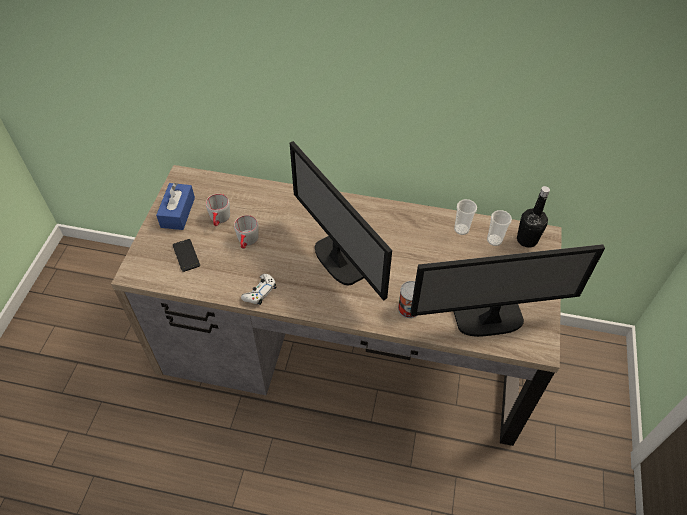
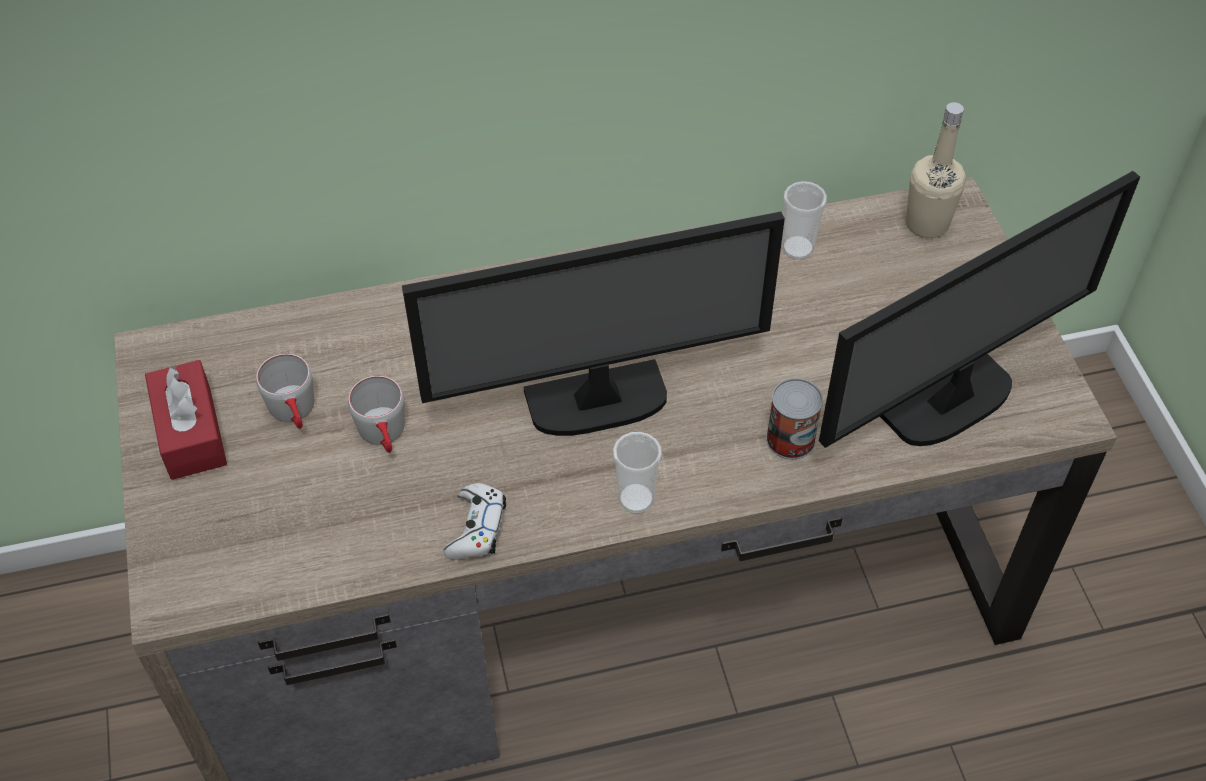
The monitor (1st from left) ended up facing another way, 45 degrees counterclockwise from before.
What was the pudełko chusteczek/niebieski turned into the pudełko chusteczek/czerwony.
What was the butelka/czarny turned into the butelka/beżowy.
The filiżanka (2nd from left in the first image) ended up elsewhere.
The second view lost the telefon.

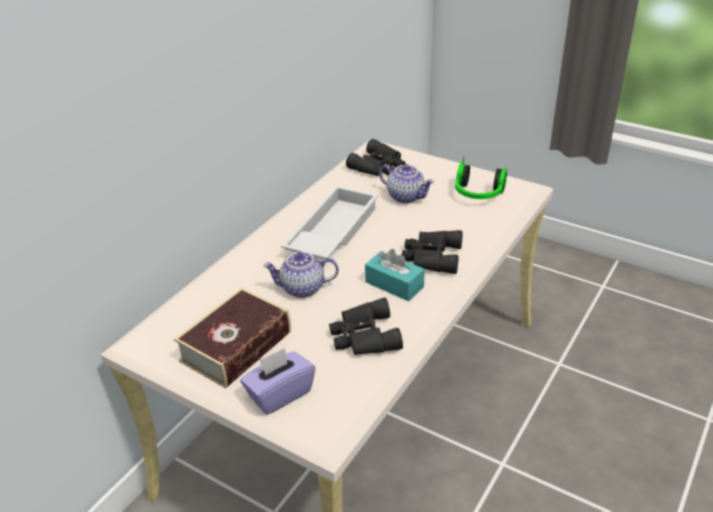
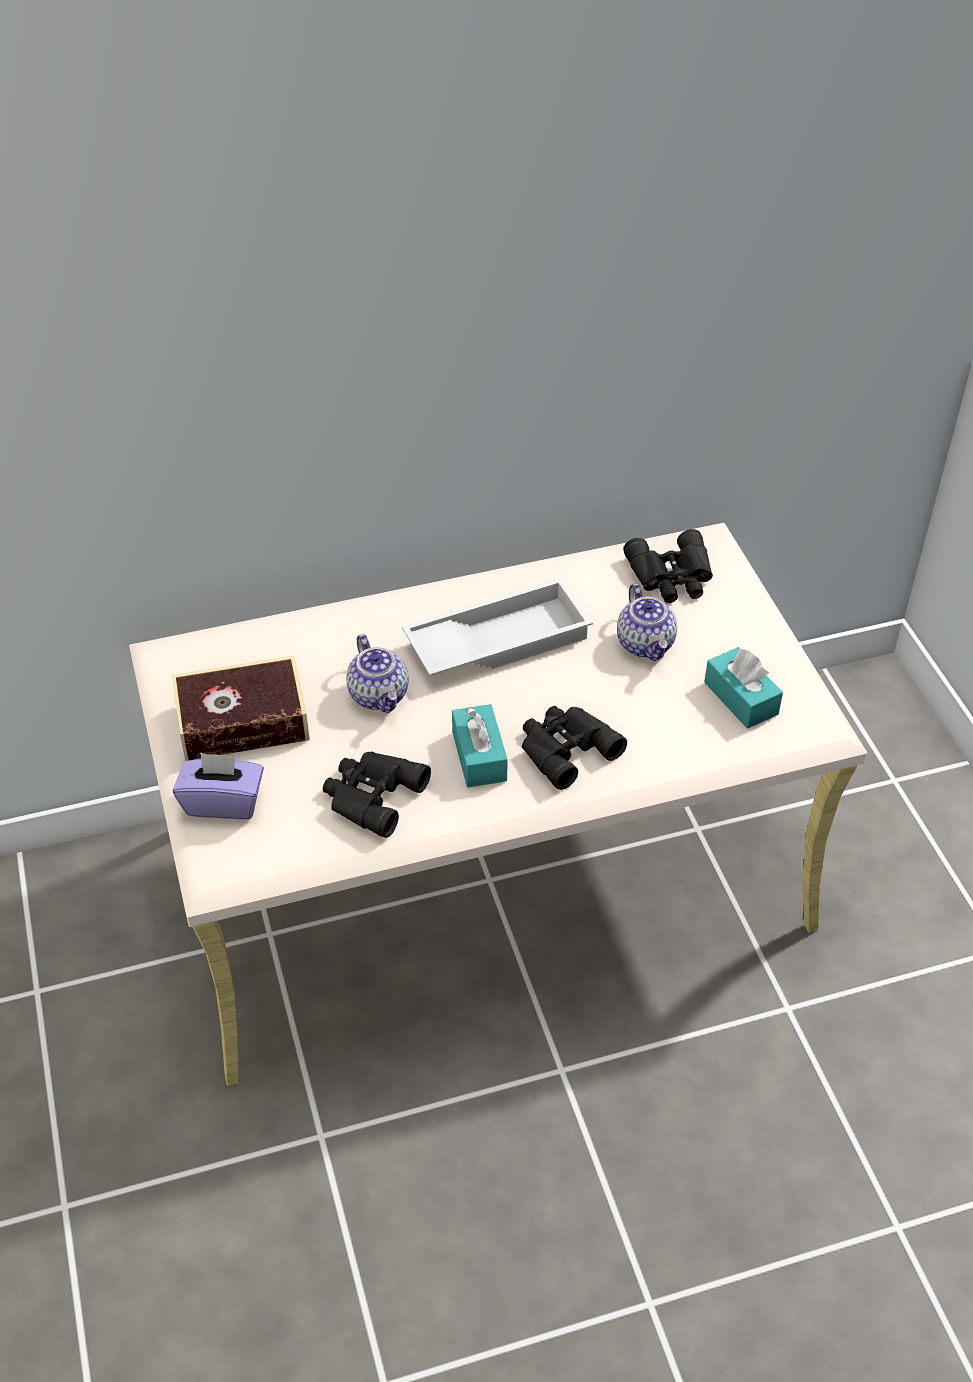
Where the słuchawki stood, the pudełko chusteczek/turkusowy (2nd from left) came to stand.
The imbryk (1st from left) ended up facing another way, 150 degrees counterclockwise from before.

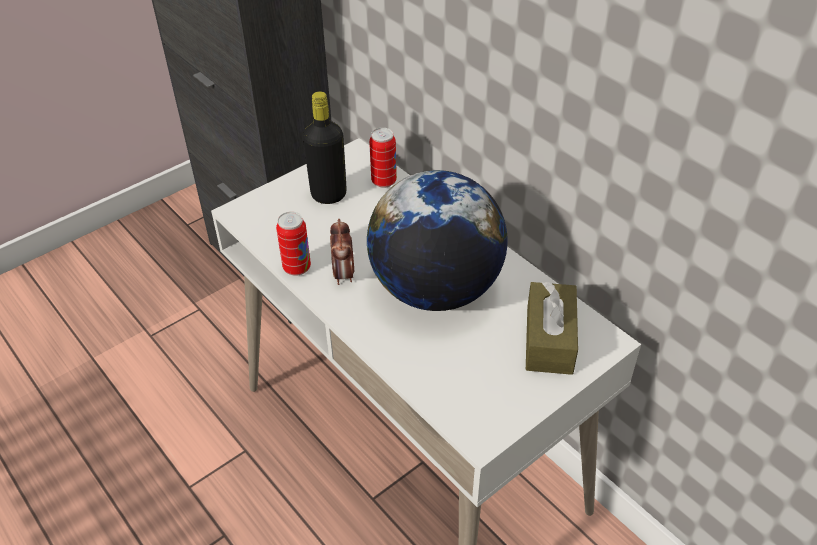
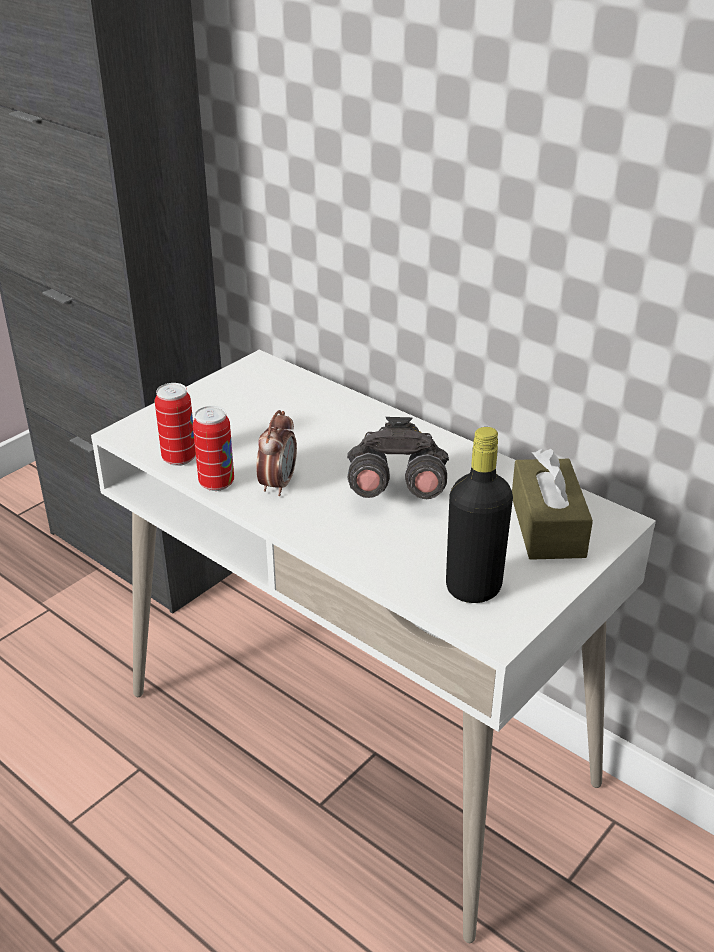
The butelka/czarny ended up elsewhere.
The puszka (2nd from left in the first image) ended up elsewhere.
Where the globus stood, the lornetka/szary came to stand.
The budzik ended up facing another way, 150 degrees counterclockwise from before.

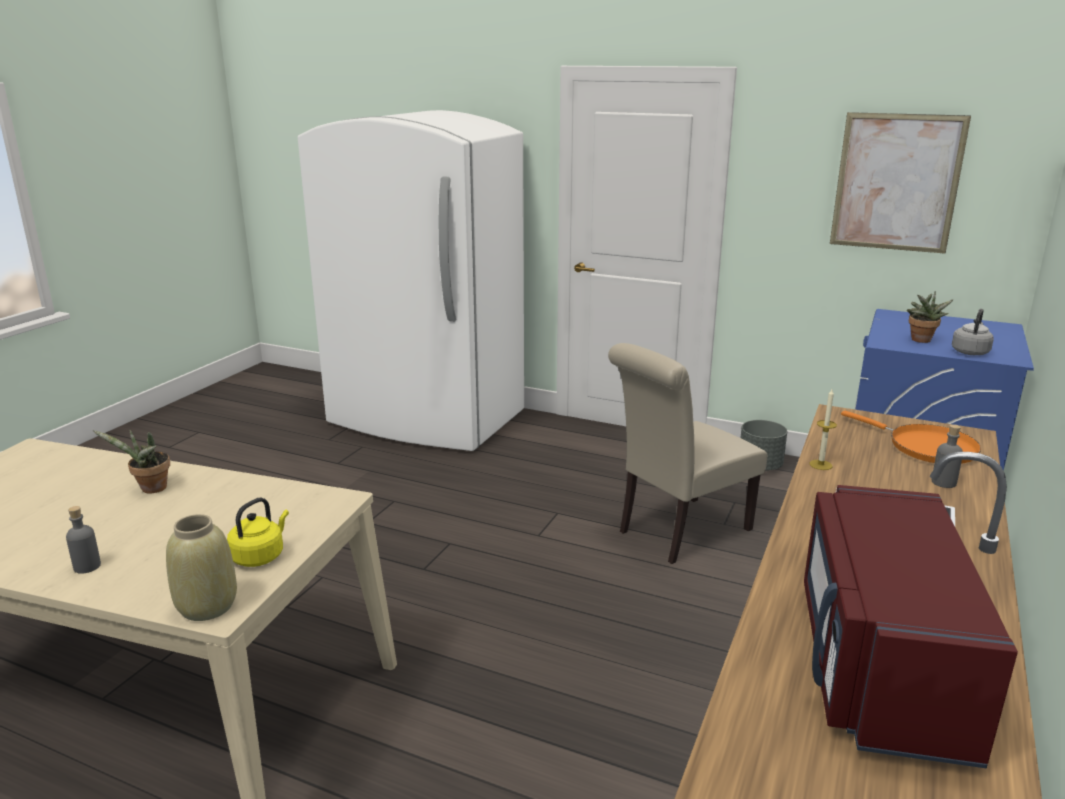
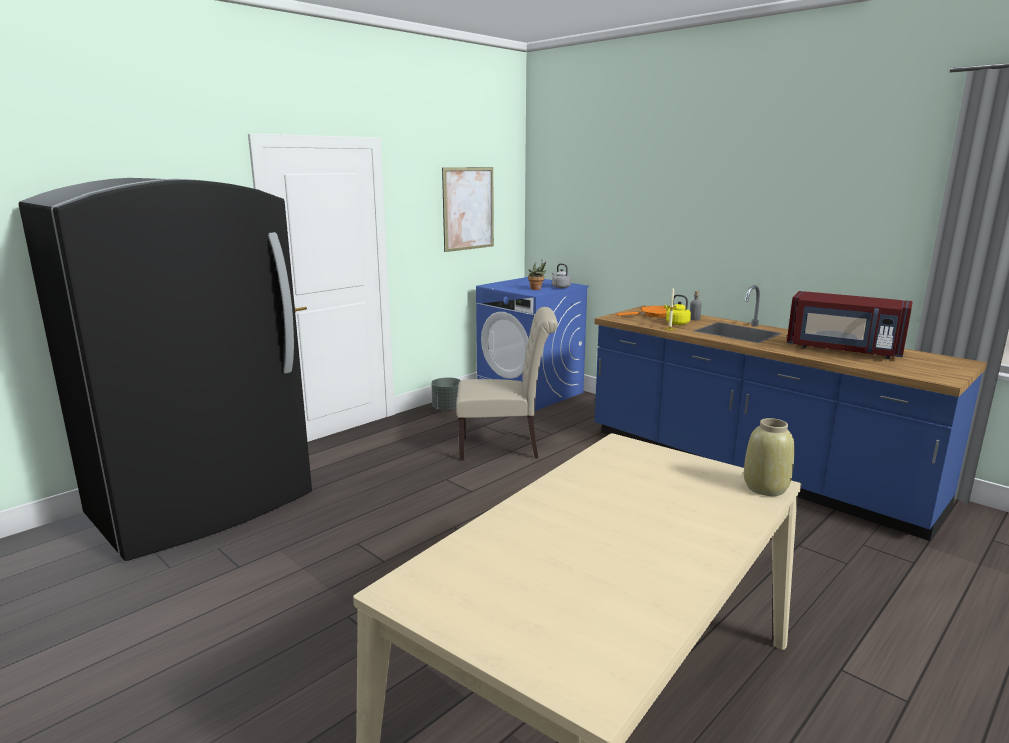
What was the lodówka/biały turned into the lodówka/czarny.
The krzesło/beżowy ended up facing another way, 75 degrees counterclockwise from before.
The second view lost the roślina doniczkowa (1st from left).
The czajnik/żółty ended up elsewhere.
The second view lost the butelka/szary (1st from left).

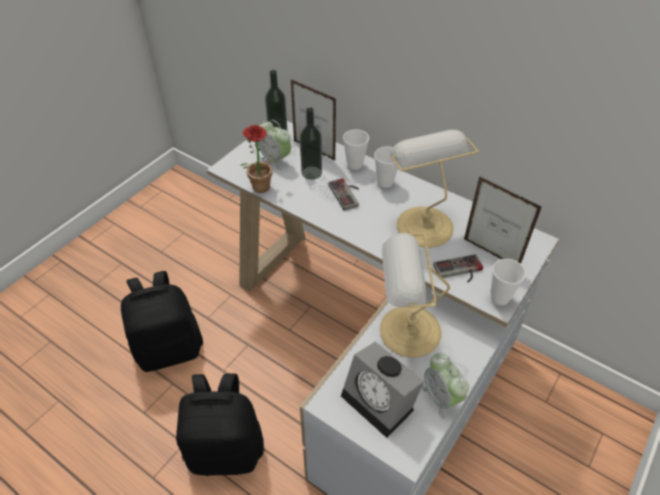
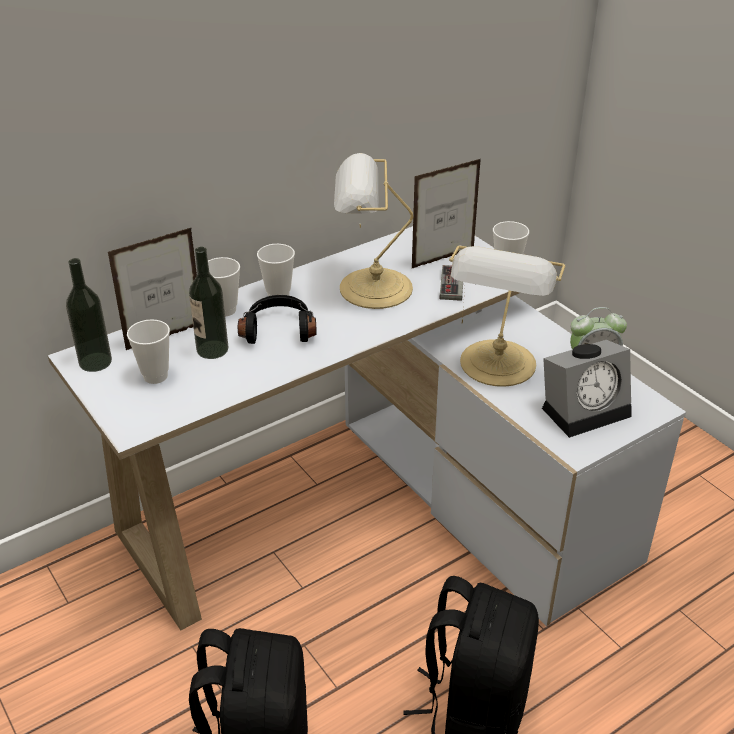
Where the budzik (1st from left) stood, the filiżanka (1st from left) came to stand.
The second view lost the roślina doniczkowa.
Where the pad do gier (1st from left) stood, the słuchawki/czarny came to stand.

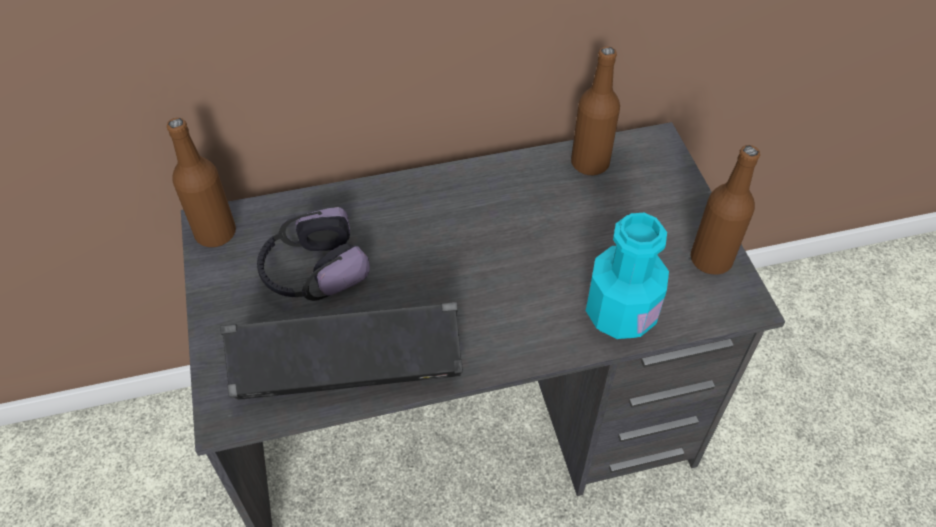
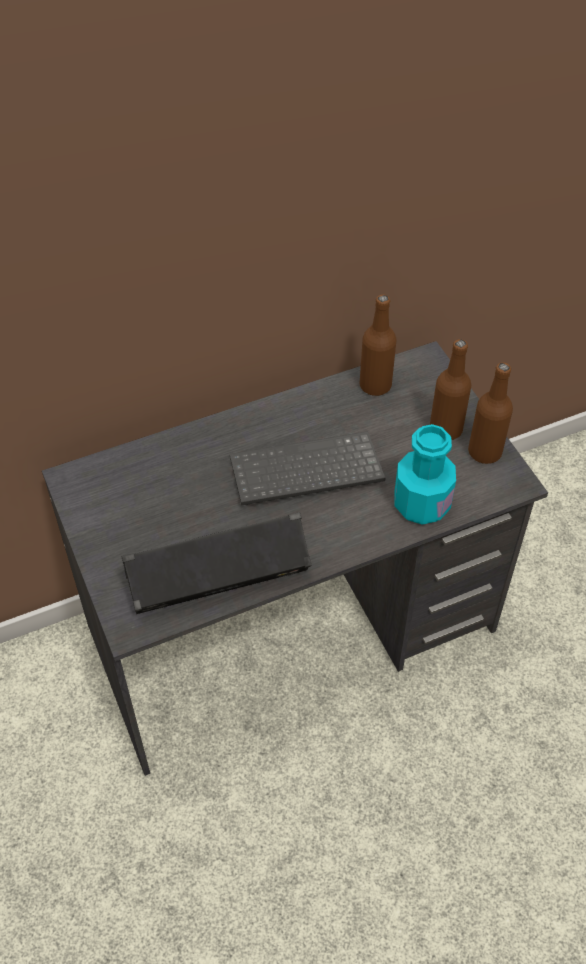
The butelka/brązowy (1st from left in the first image) ended up elsewhere.
The second view lost the słuchawki.
The second view gained the klawiatura.

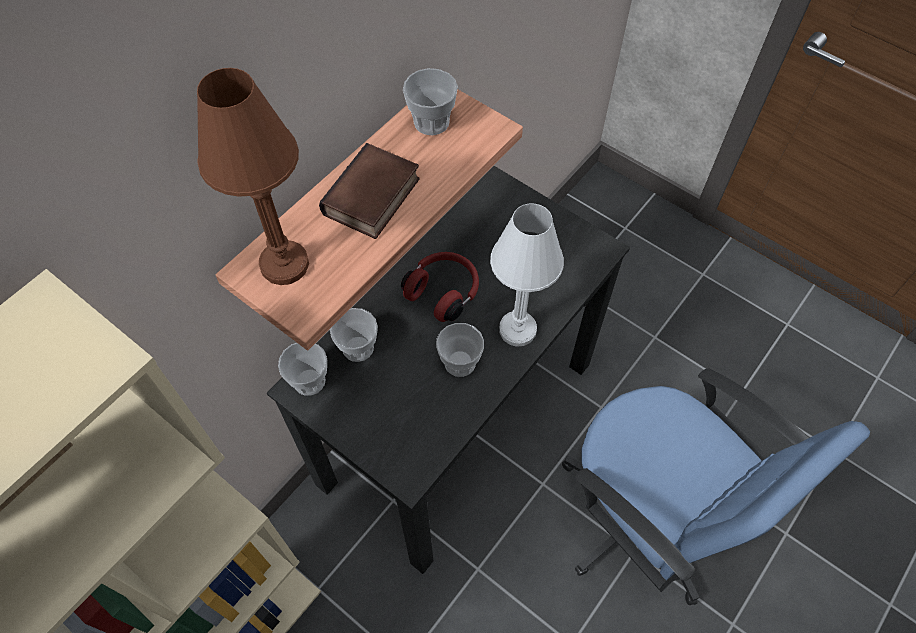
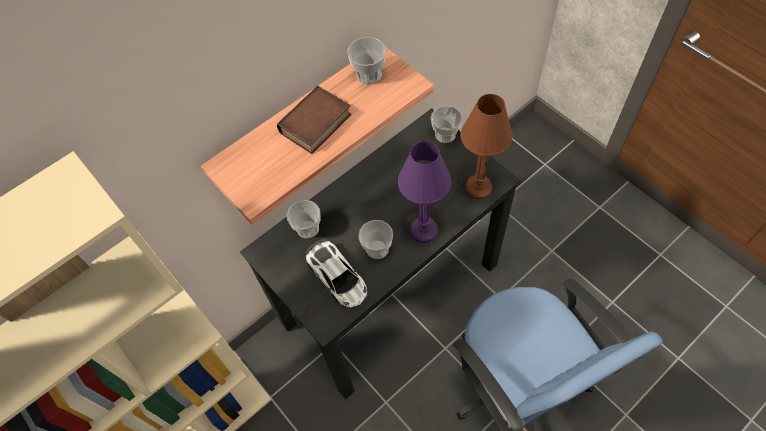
The lampa stołowa/brązowy ended up elsewhere.
What was the lampa stołowa/biały turned into the lampa stołowa/fioletowy.
The second view lost the słuchawki/czerwony.
The filiżanka (1st from left in the first image) ended up elsewhere.
The second view gained the samochodzik.

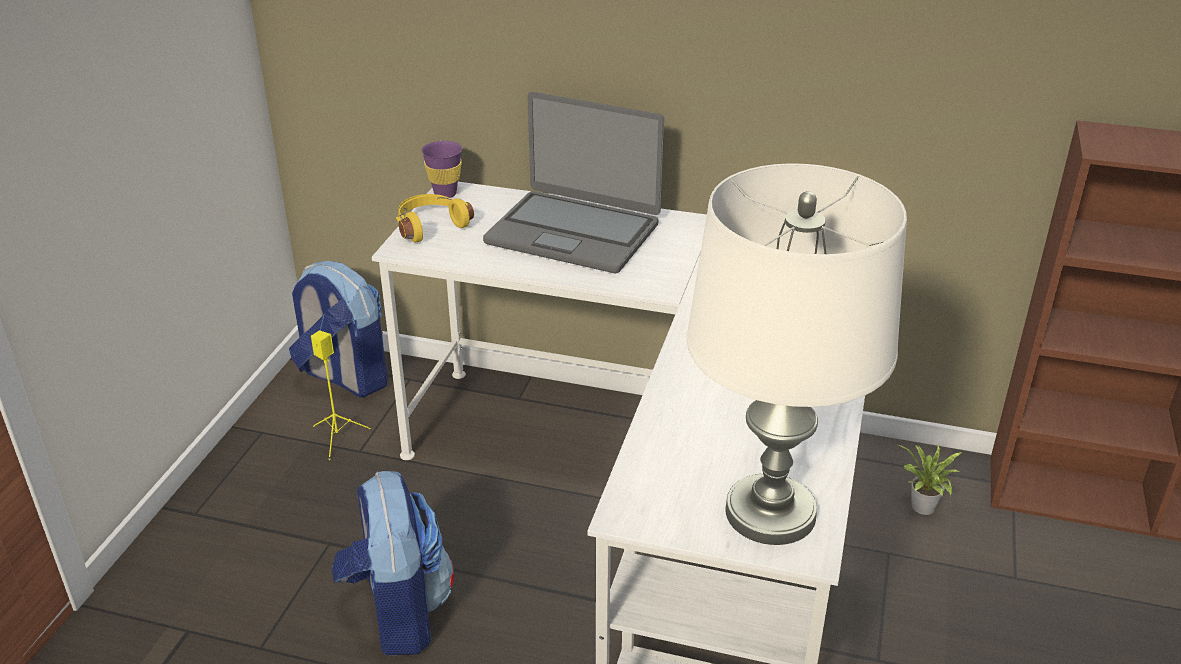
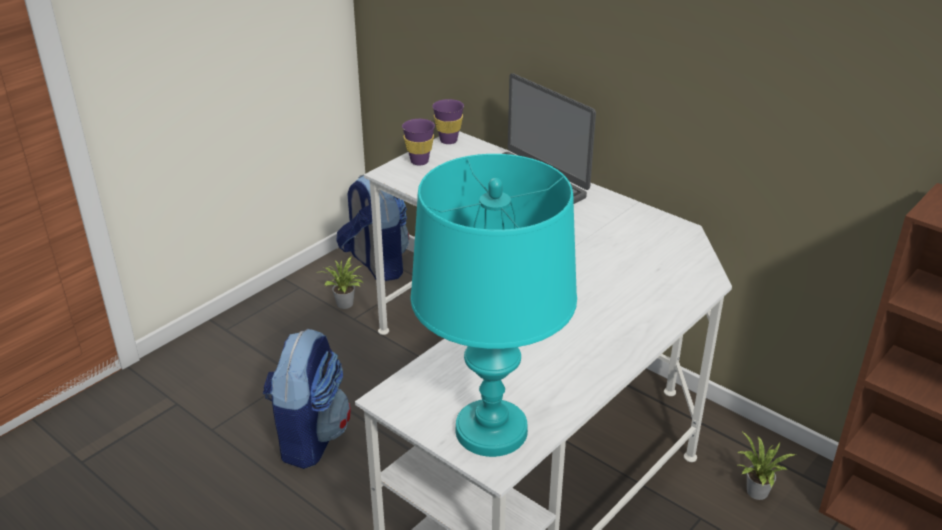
What was the lampa stołowa/biały turned into the lampa stołowa/turkusowy.
Where the słuchawki/żółty stood, the filiżanka/fioletowy (1st from left) came to stand.
Where the głośnik/żółty stood, the roślina doniczkowa (1st from left) came to stand.

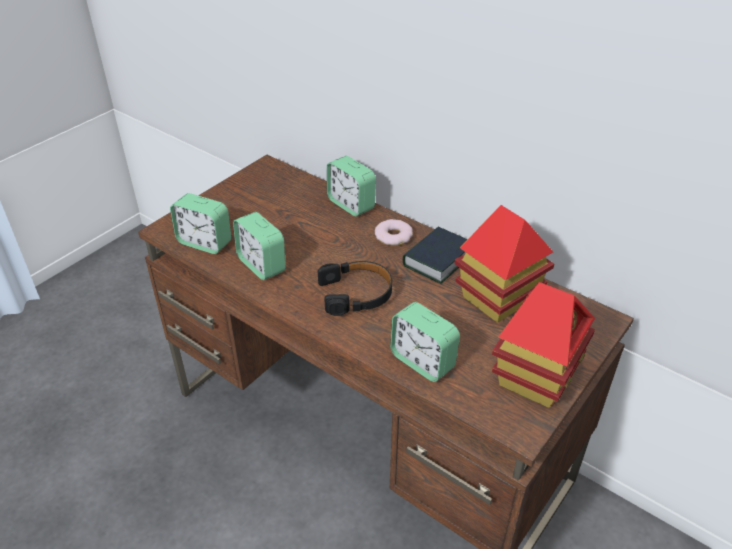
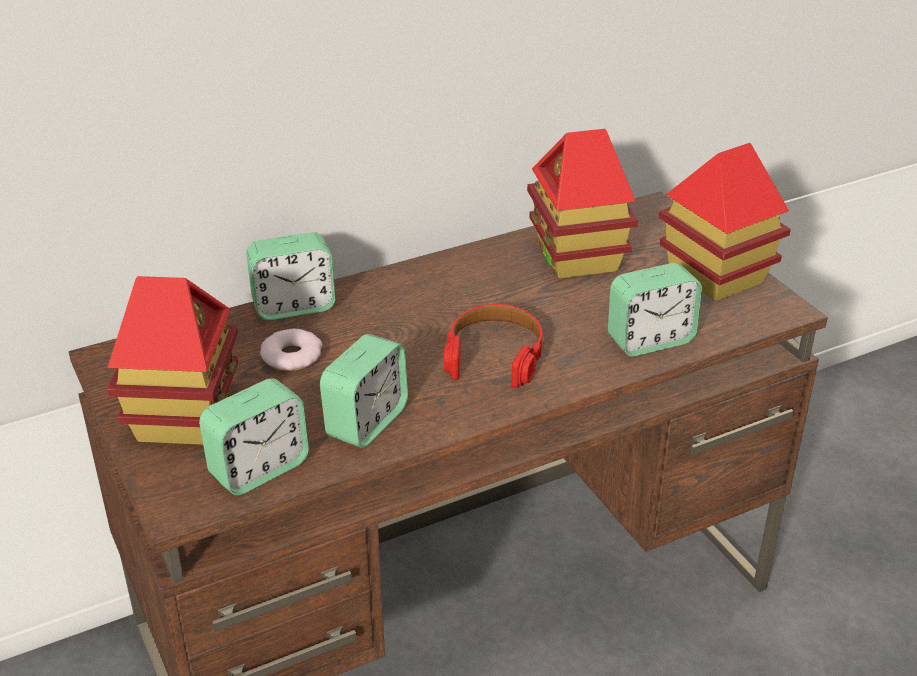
The budzik (2nd from left in the first image) ended up facing another way, 45 degrees counterclockwise from before.
The donut ended up elsewhere.
The second view lost the książka.
What was the słuchawki/czarny turned into the słuchawki/czerwony.
The second view gained the domek (1st from left).

